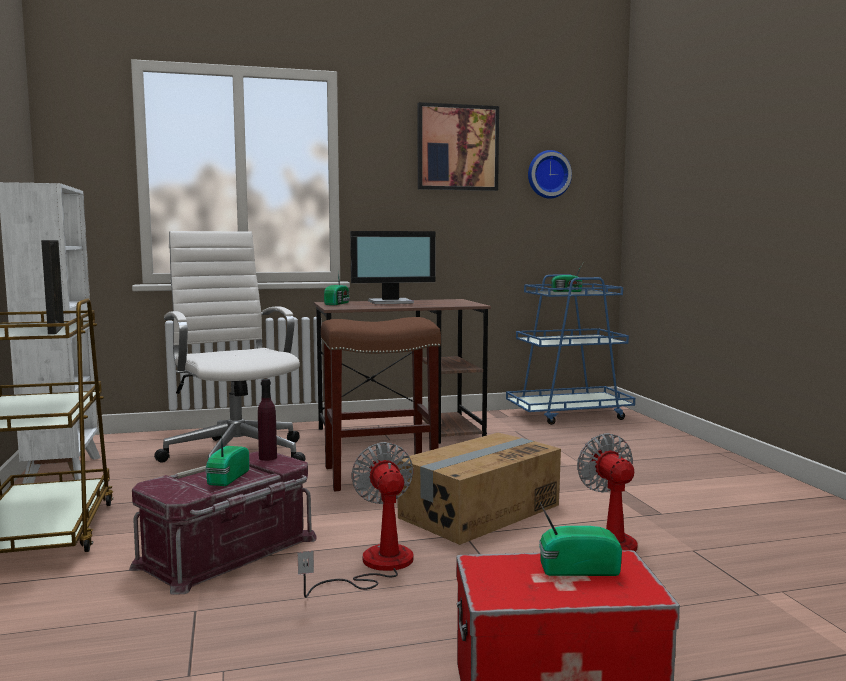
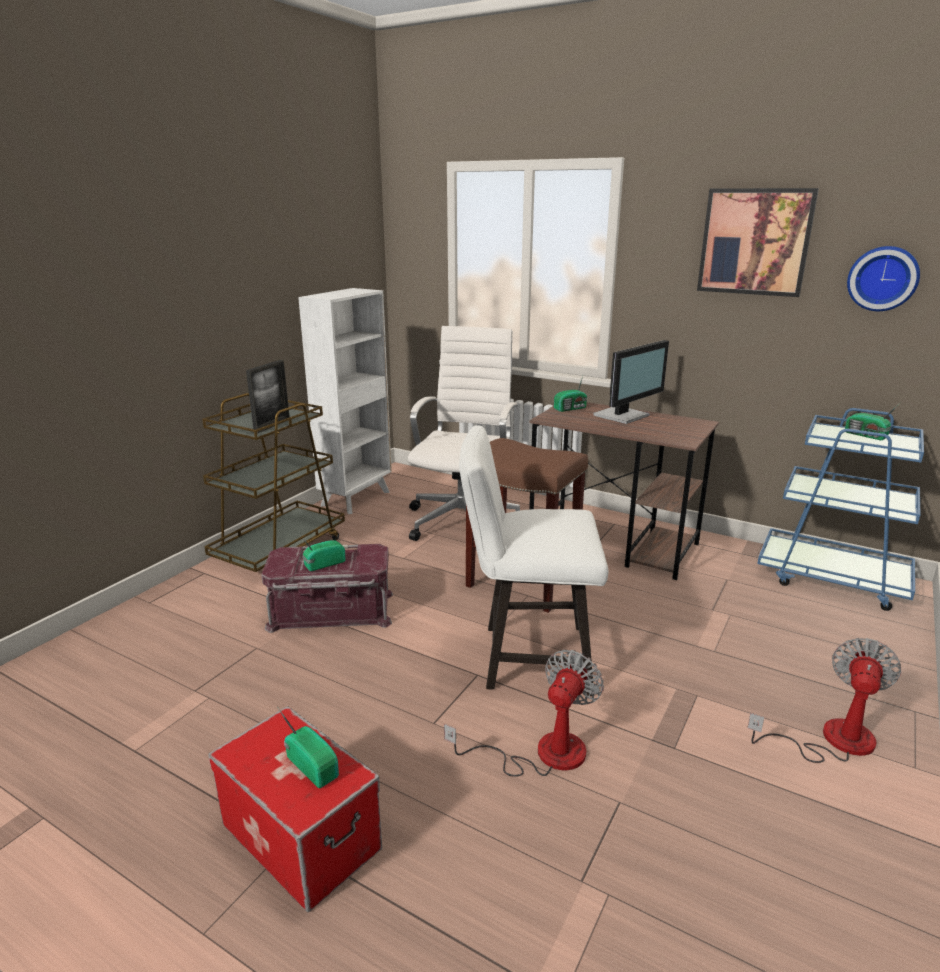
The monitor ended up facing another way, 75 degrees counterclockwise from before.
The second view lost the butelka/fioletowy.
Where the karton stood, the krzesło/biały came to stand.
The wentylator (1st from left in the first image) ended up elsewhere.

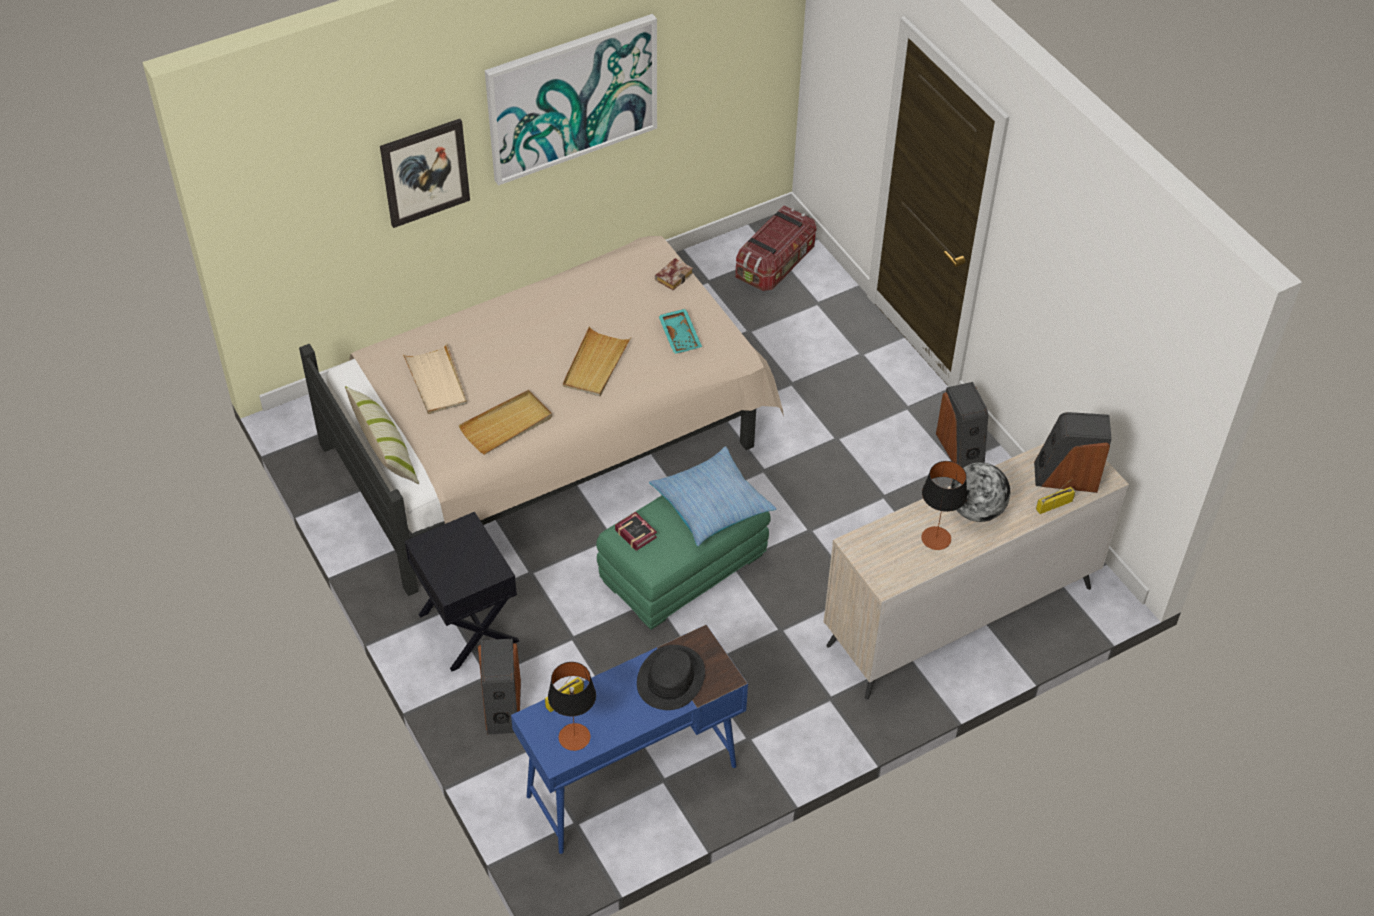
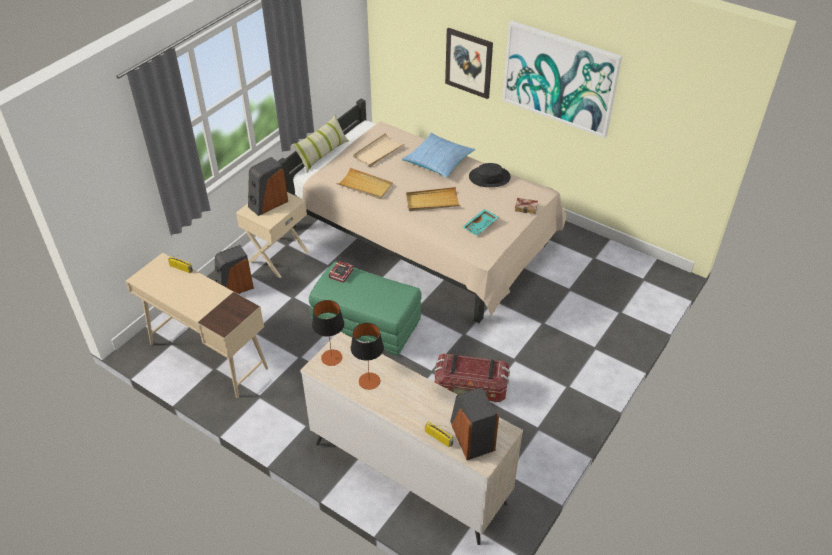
The pojemnik do przechowywania ended up elsewhere.
The głośnik (2nd from left) ended up elsewhere.
The poduszka (2nd from left) ended up elsewhere.
The second view lost the globus.
What was the szafka nocna/czarny turned into the szafka nocna/beżowy.
What was the biurko/niebieski turned into the biurko/beżowy.
The kapelusz/czarny ended up elsewhere.
The lampa stołowa (1st from left) ended up elsewhere.

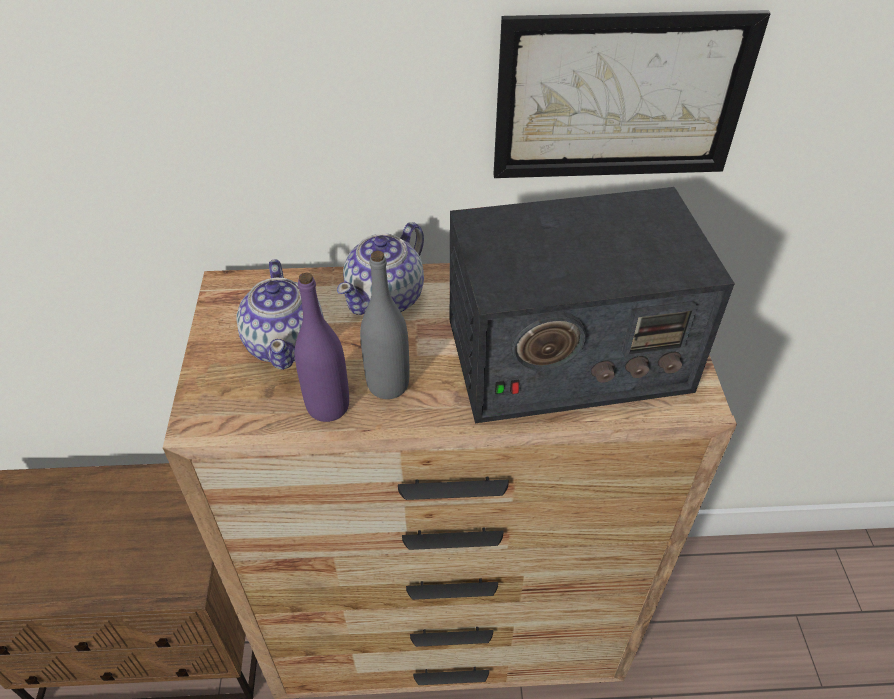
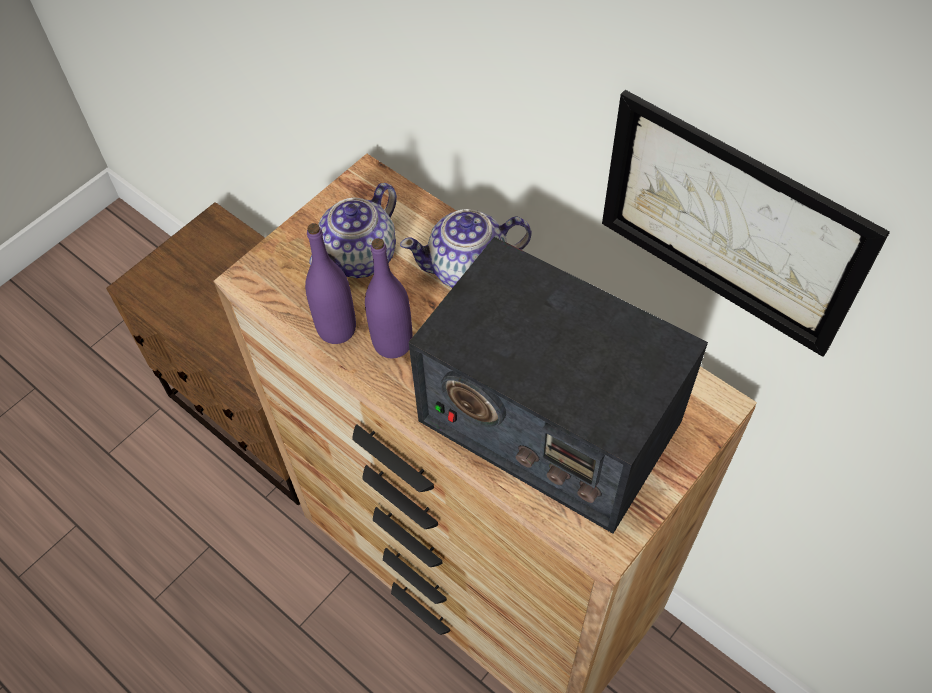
What was the butelka/szary turned into the butelka/fioletowy (2nd from left).

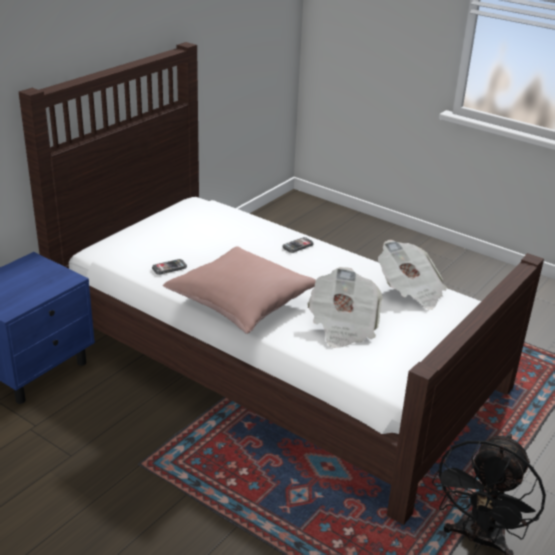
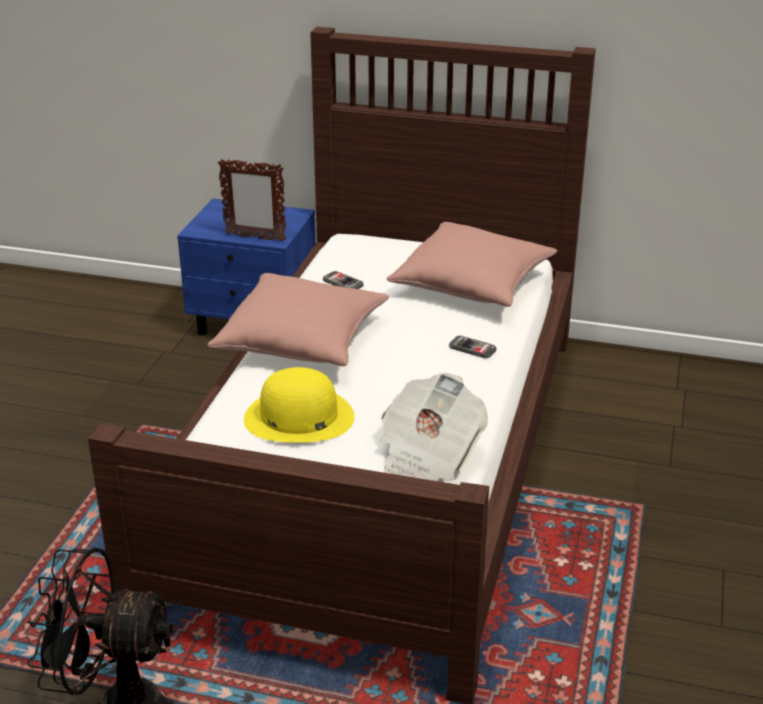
Where the gazeta (1st from left) stood, the kapelusz/żółty came to stand.
The second view gained the ramka na zdjęcie.
The second view gained the poduszka/różowy (2nd from left).

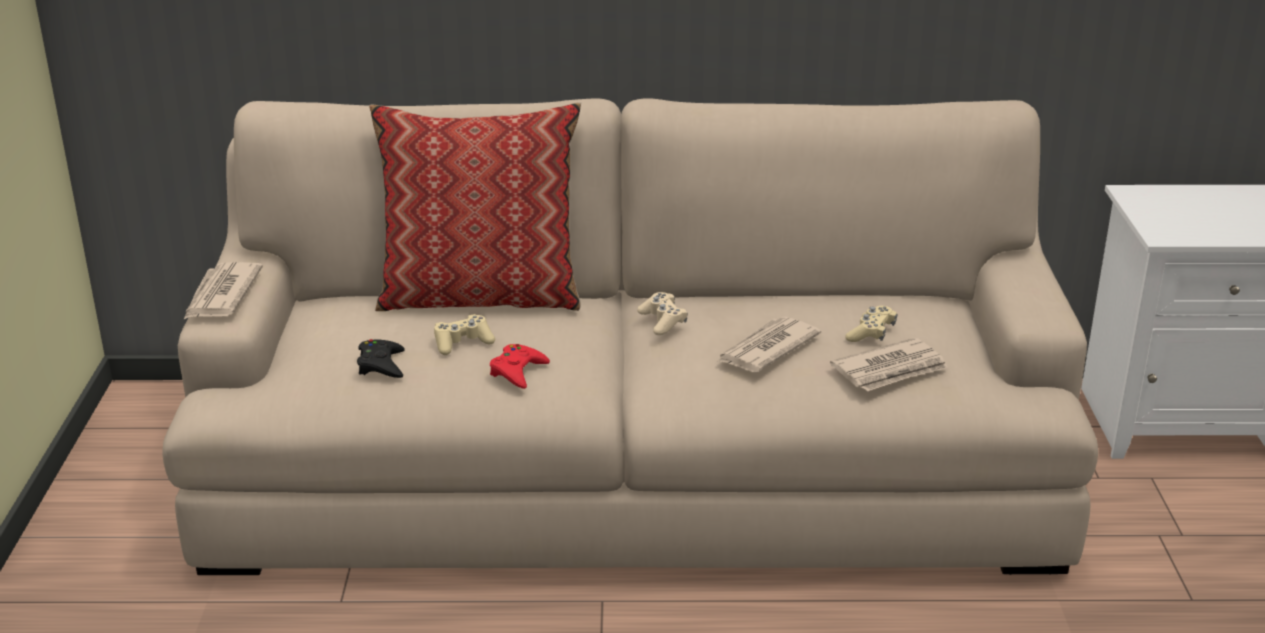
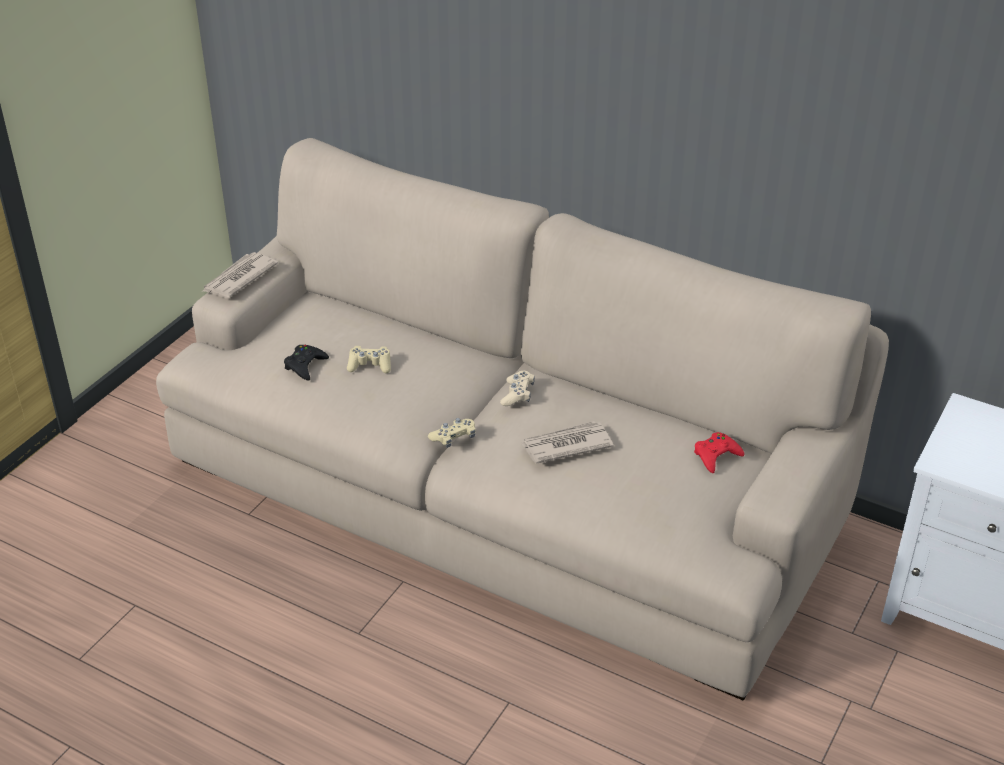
The second view lost the poduszka.
The pad do gier/beżowy (3rd from left in the first image) ended up elsewhere.
The second view lost the gazeta (3rd from left).
The pad do gier/czerwony ended up elsewhere.

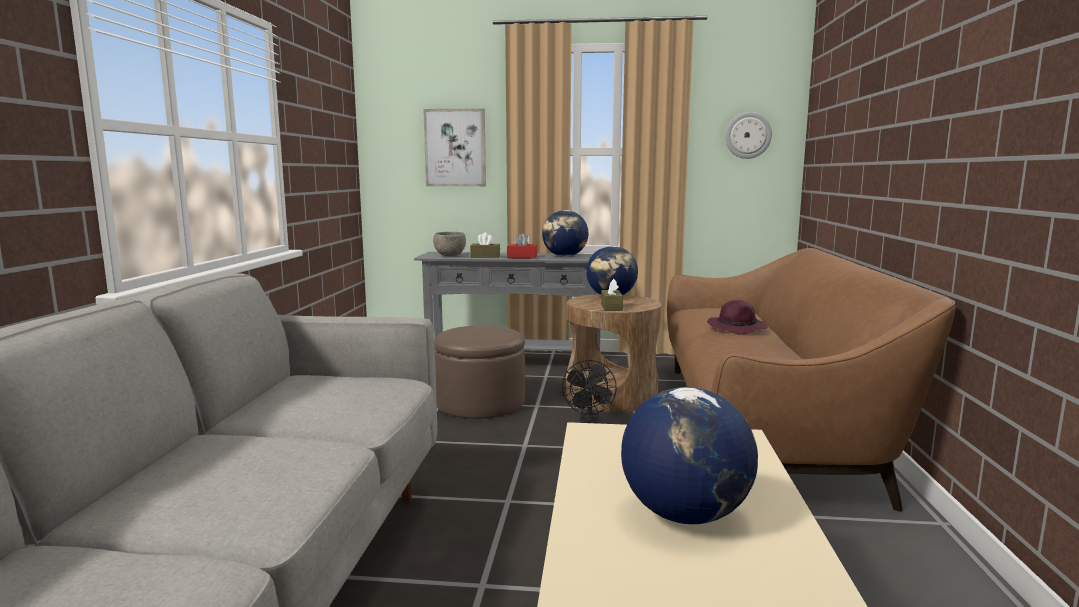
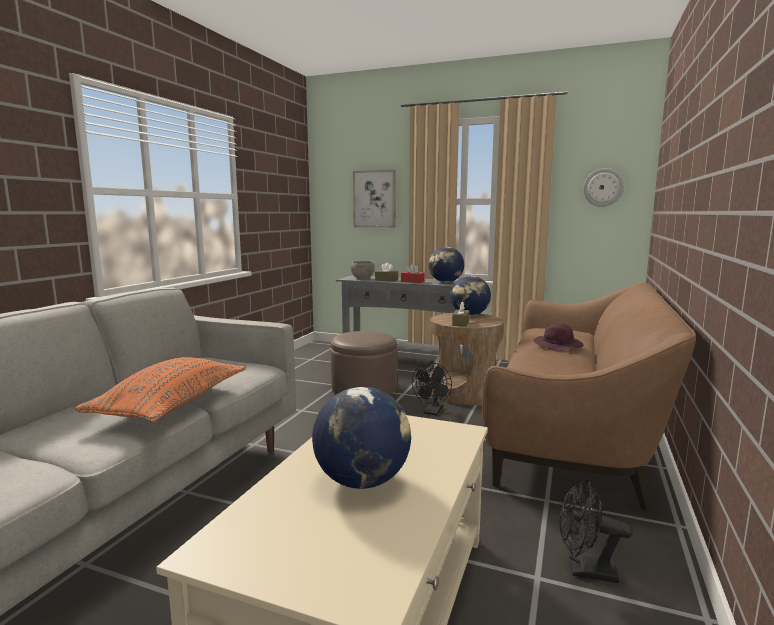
The second view gained the poduszka/pomarańczowy.
The second view gained the wentylator/czarny (2nd from left).

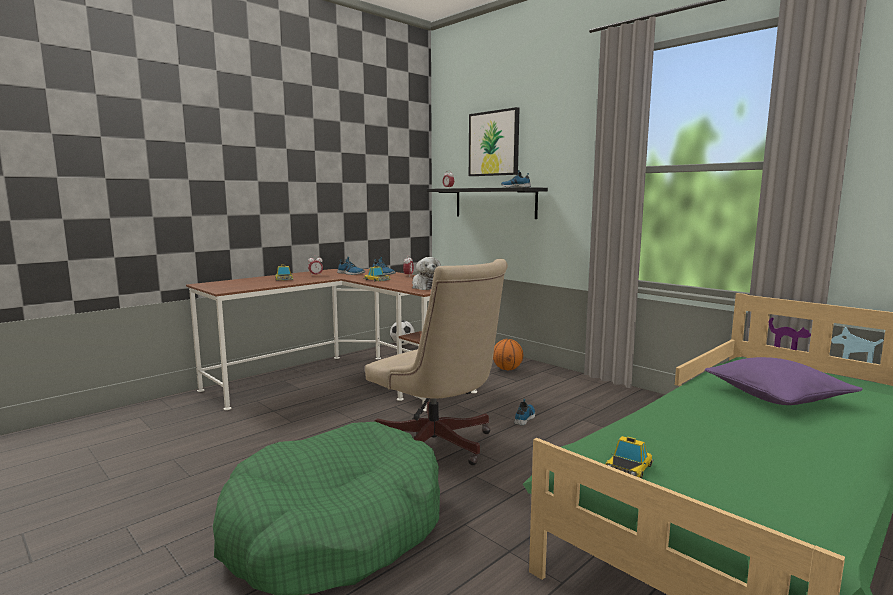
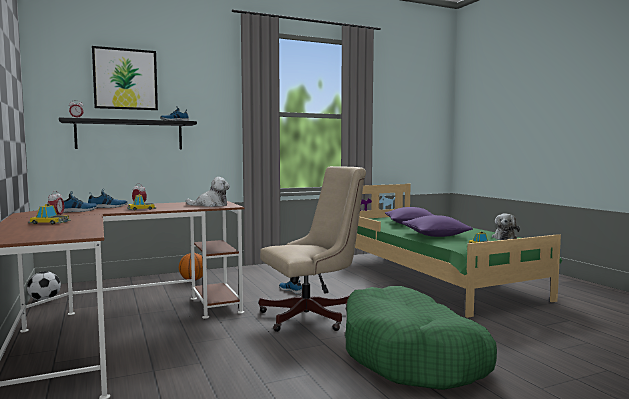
The second view gained the pluszak (2nd from left).
The second view gained the poduszka/fioletowy (2nd from left).

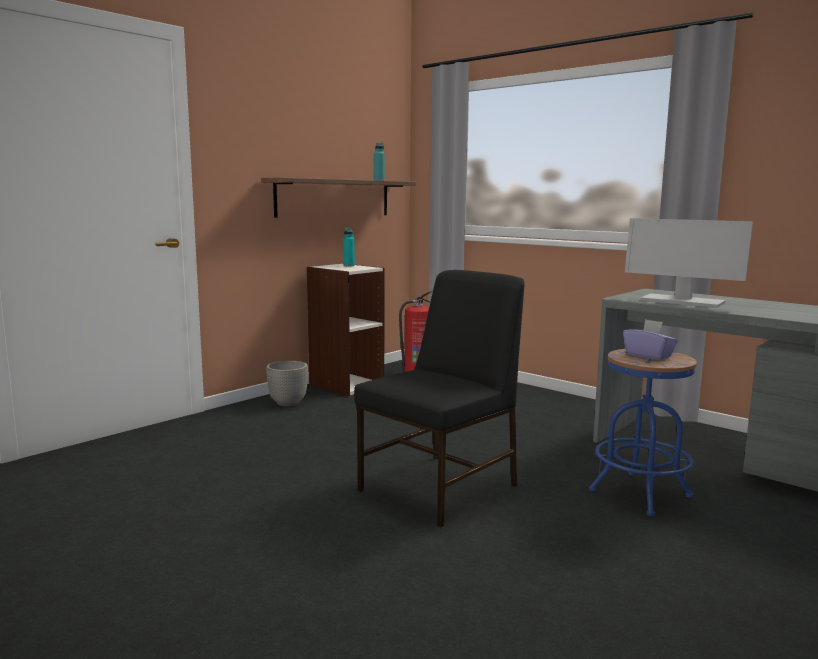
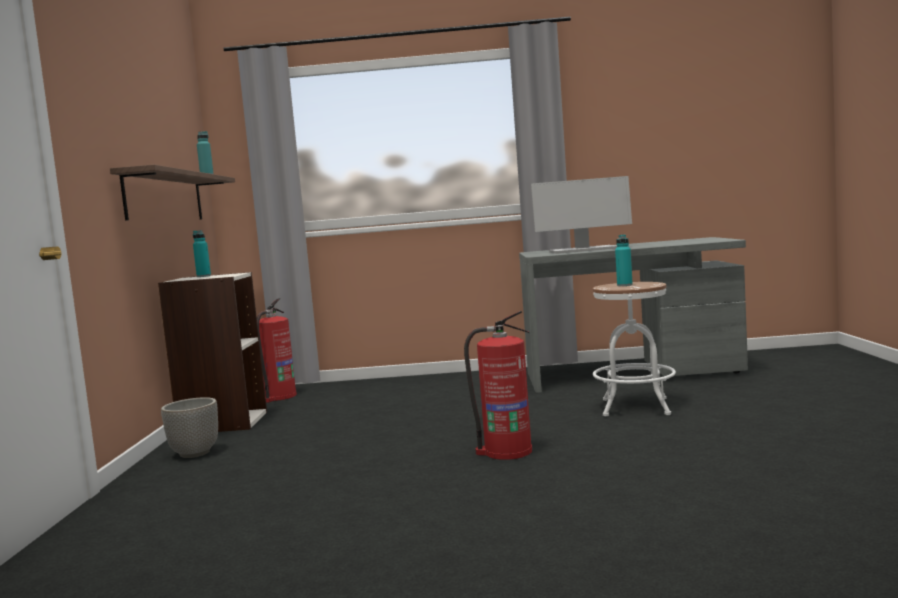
Where the krzesło/czarny stood, the gaśnica (2nd from left) came to stand.
Where the pudełko chusteczek/fioletowy stood, the butelka/turkusowy (3rd from left) came to stand.
What was the stołek/niebieski turned into the stołek/biały.

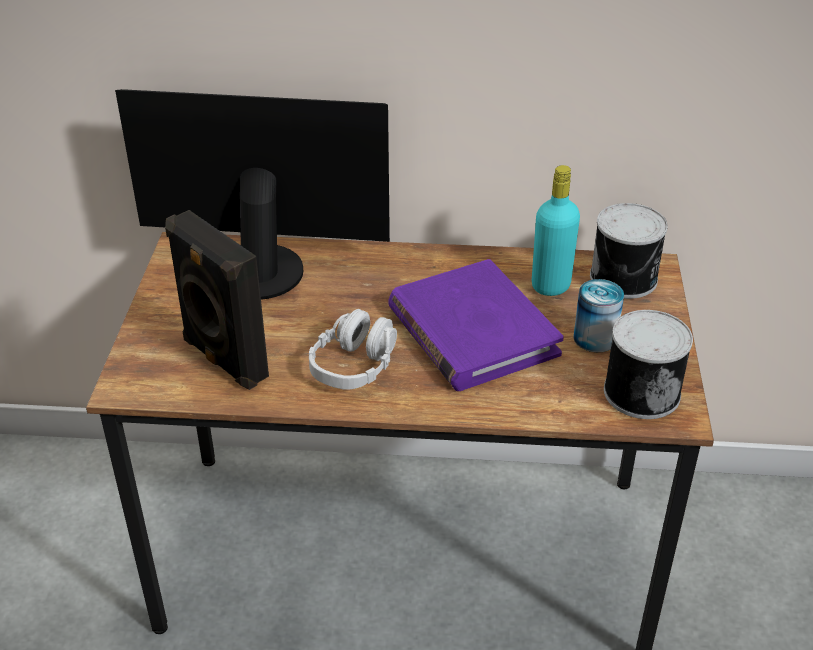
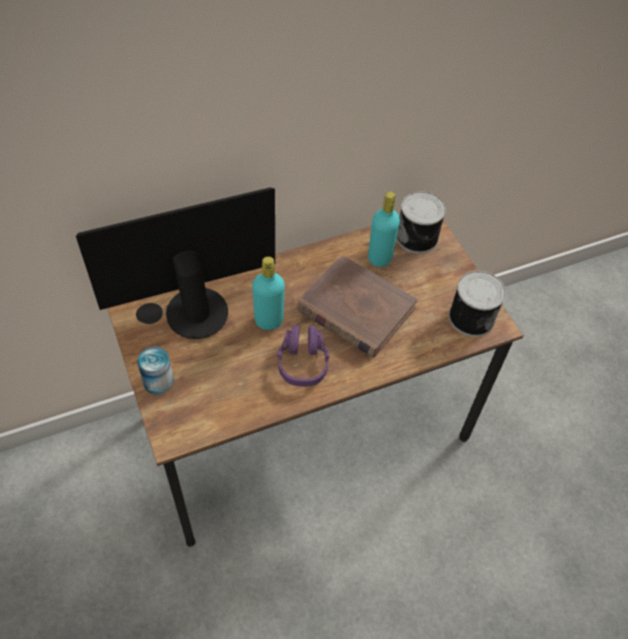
The second view lost the głośnik/czarny.
What was the książka/fioletowy turned into the książka/brązowy.
The puszka (1st from left) ended up elsewhere.
What was the słuchawki/szary turned into the słuchawki/fioletowy.
The second view gained the butelka/turkusowy (1st from left).

